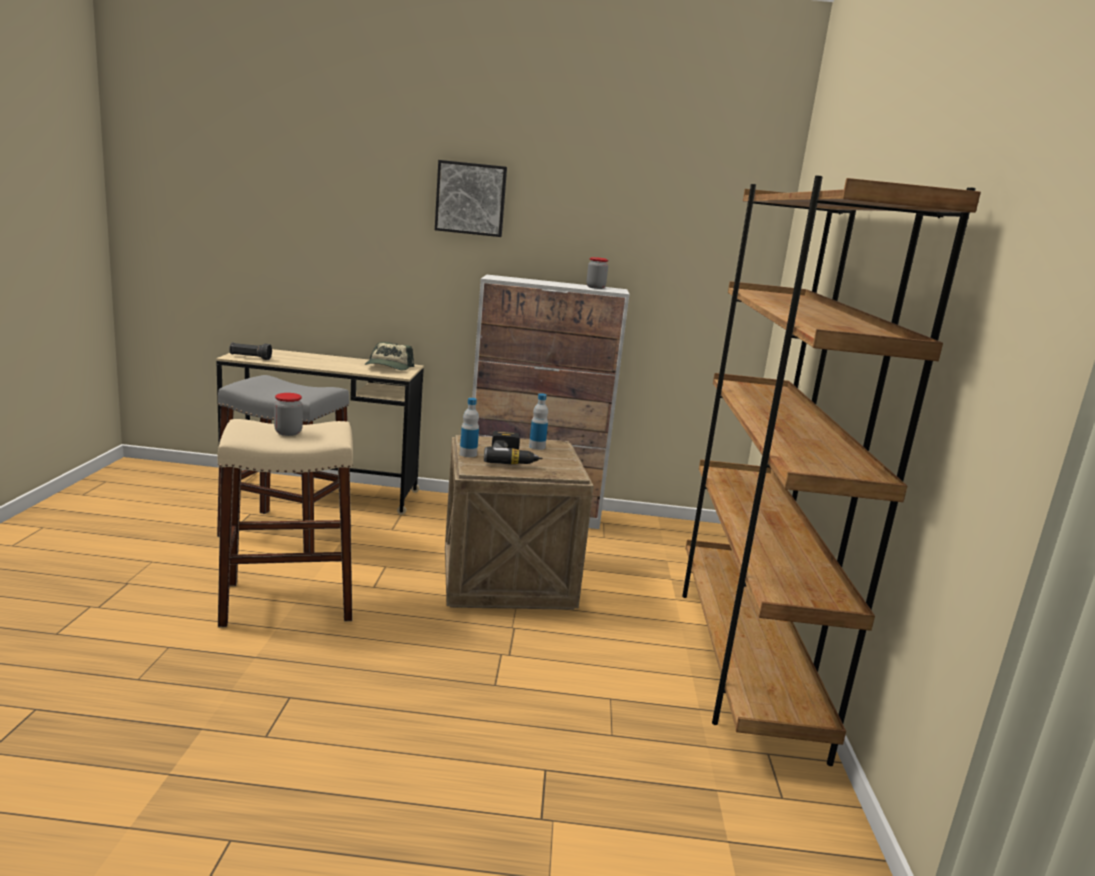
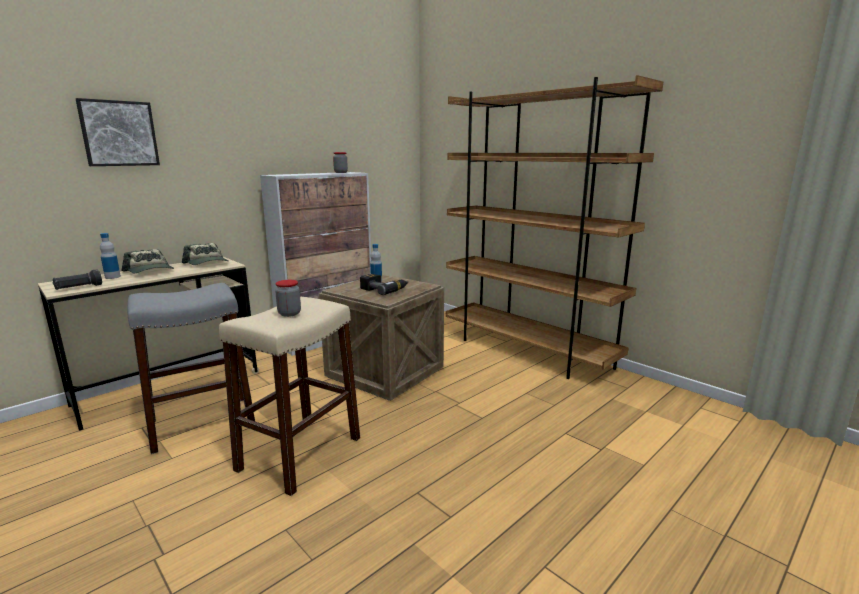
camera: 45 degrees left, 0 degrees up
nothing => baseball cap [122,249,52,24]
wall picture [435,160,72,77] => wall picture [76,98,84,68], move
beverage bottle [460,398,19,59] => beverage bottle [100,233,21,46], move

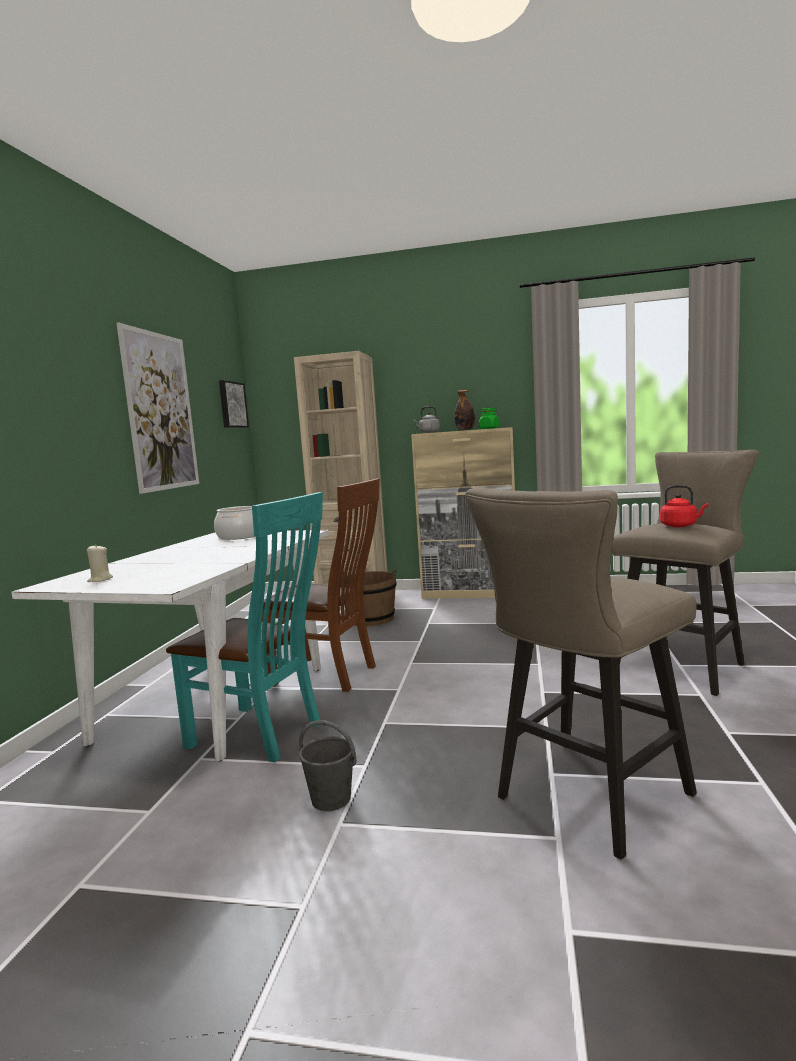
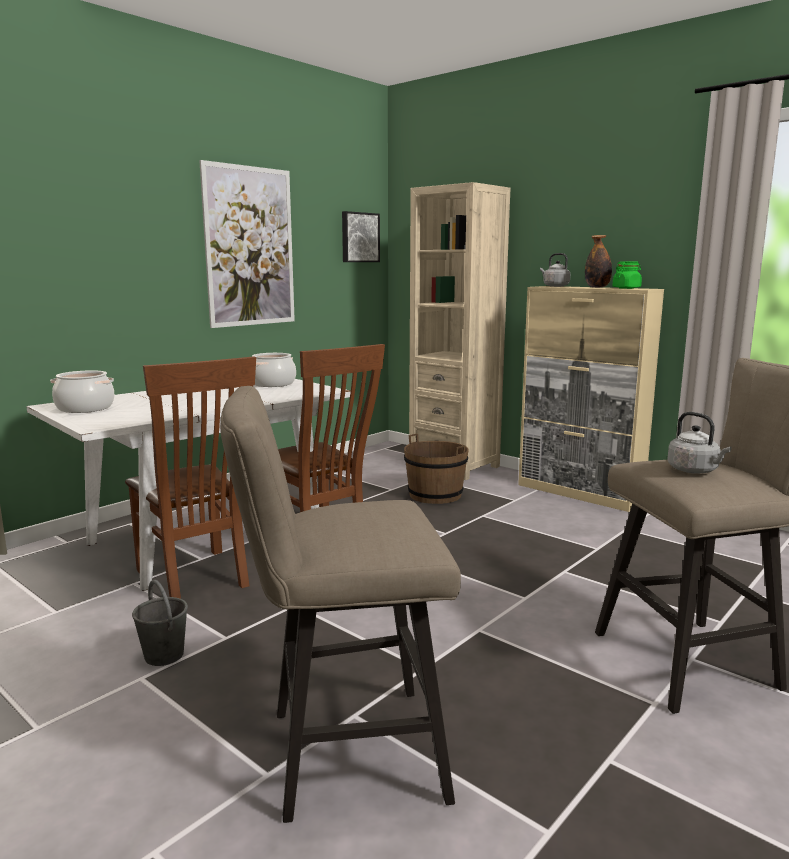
camera: 30 degrees right, 5 degrees up
wax candle in sand-coloured [87,544,26,38] => stockpot [50,370,64,43]
upright chair in blue-green [166,492,157,270] => upright chair in brown [125,356,131,243]
tea kettle in red-coloured [660,485,48,42] => tea kettle in greyish [667,412,64,62]

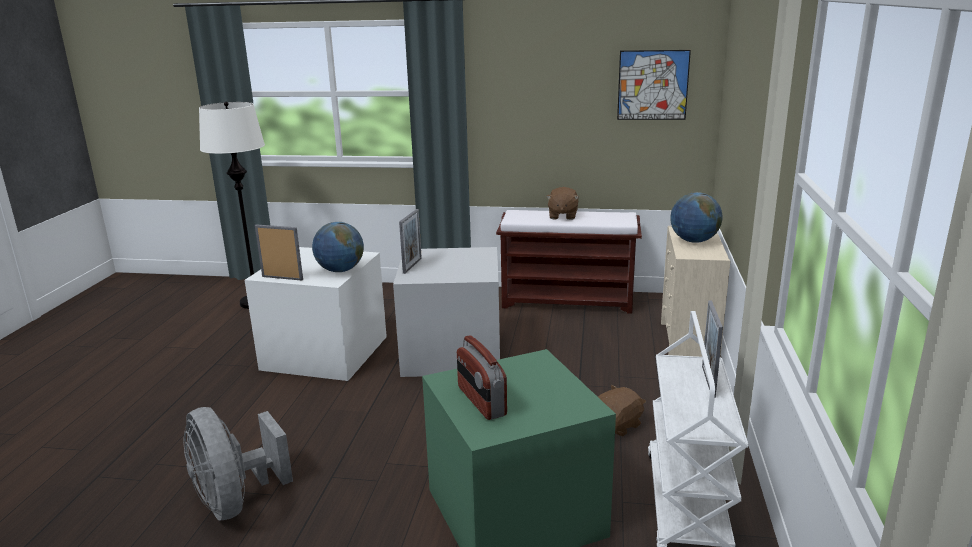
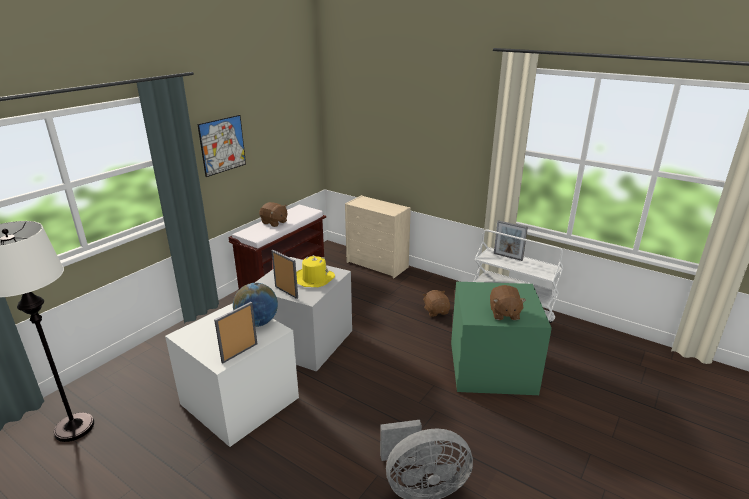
camera: 65 degrees left, 5 degrees up
world globe [670,192,52,51] => nothing
nothing => clothing hat in yellow-coloured [296,255,39,32]
wall picture [617,50,74,70] => wall picture [197,115,49,62], move
radio receiver [457,335,50,85] => plush toy in brown [490,285,36,35]

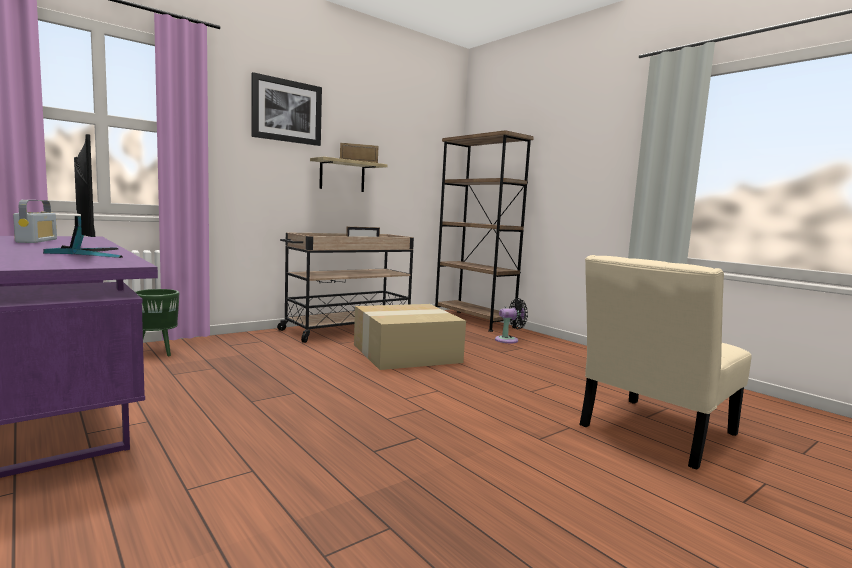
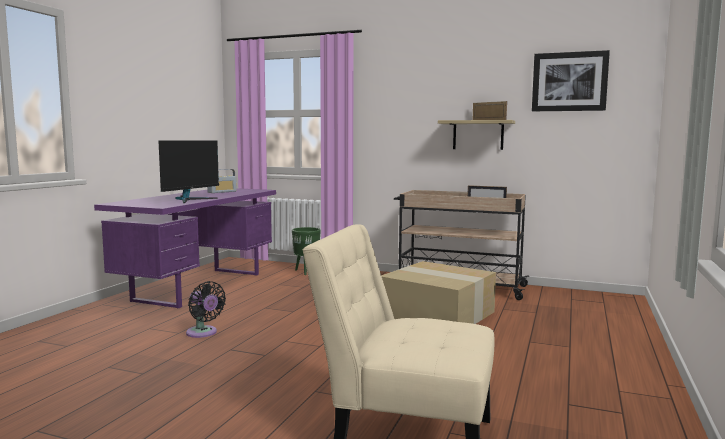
camera: 60 degrees right, 0 degrees up
shelving unit in brown [435,130,99,202] => nothing
wall picture [251,72,71,74] => wall picture [532,50,78,61], move
electric fan in blackish [495,298,33,45] => electric fan in blackish [186,281,40,57], move

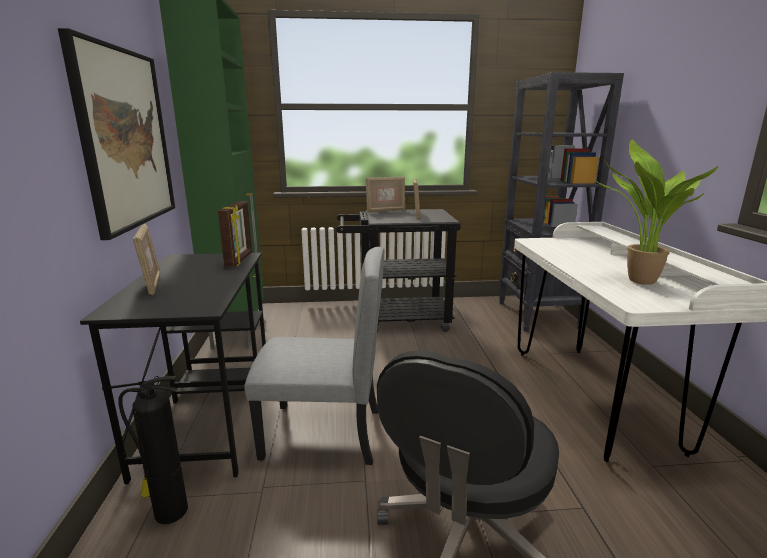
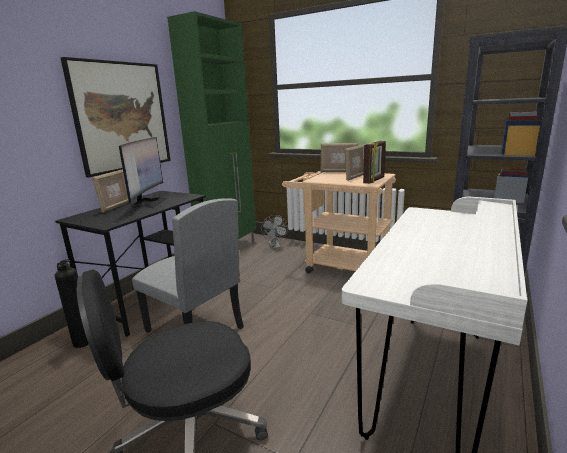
camera: 35 degrees right, 0 degrees up
plant in a pot [594,140,124,145] => nothing
nothing => computer display [119,137,48,72]
nothing => electric fan in greyish [261,215,27,34]
standing frame [218,201,34,66] => standing frame [363,141,23,43], move
cart in blackish [336,209,125,124] => cart in sand-coloured [282,171,114,102]

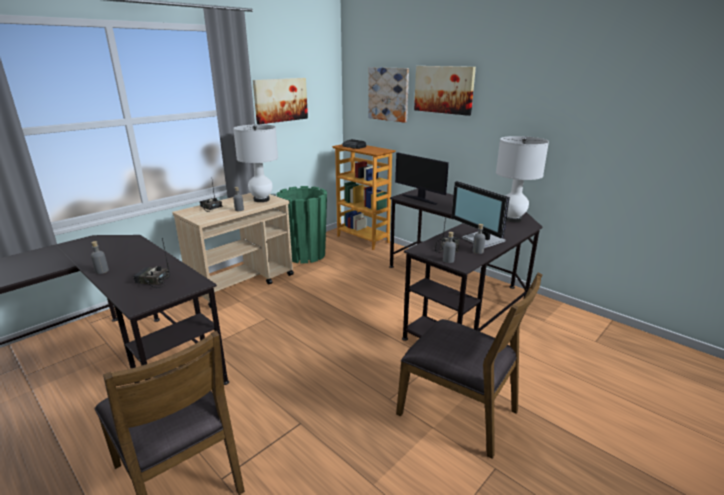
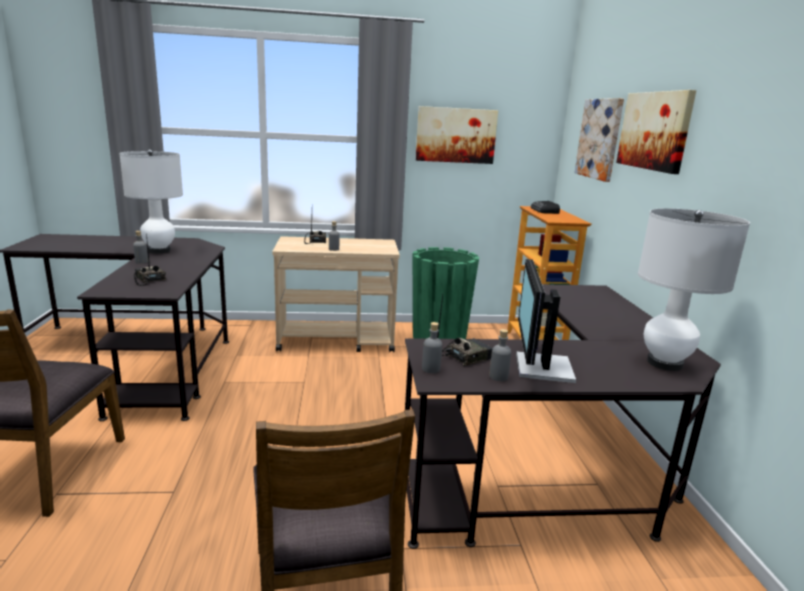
camera: 40 degrees right, 5 degrees down
computer display [395,152,54,53] => nothing
lamp for a table in whitish [233,124,45,78] => lamp for a table in whitish [119,149,64,104], move

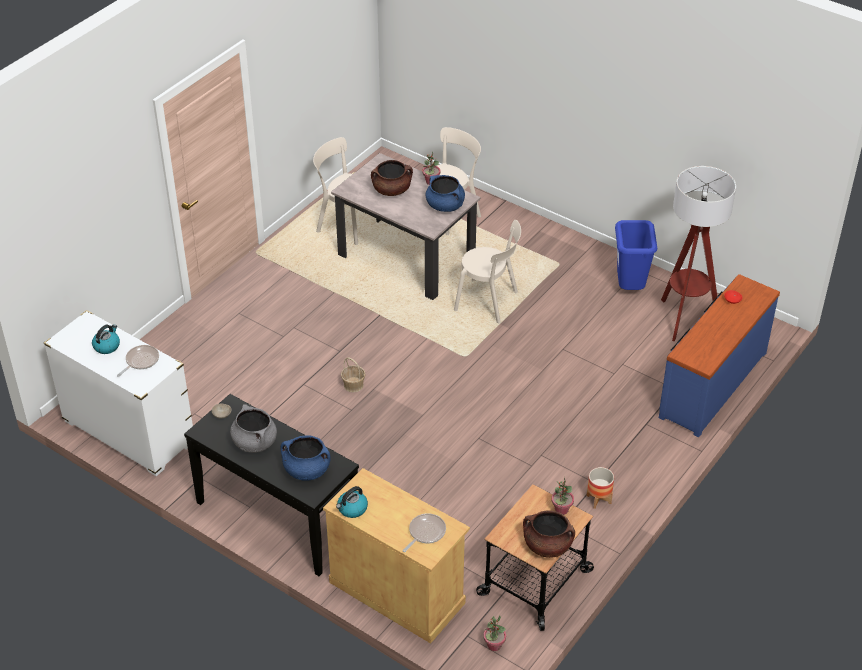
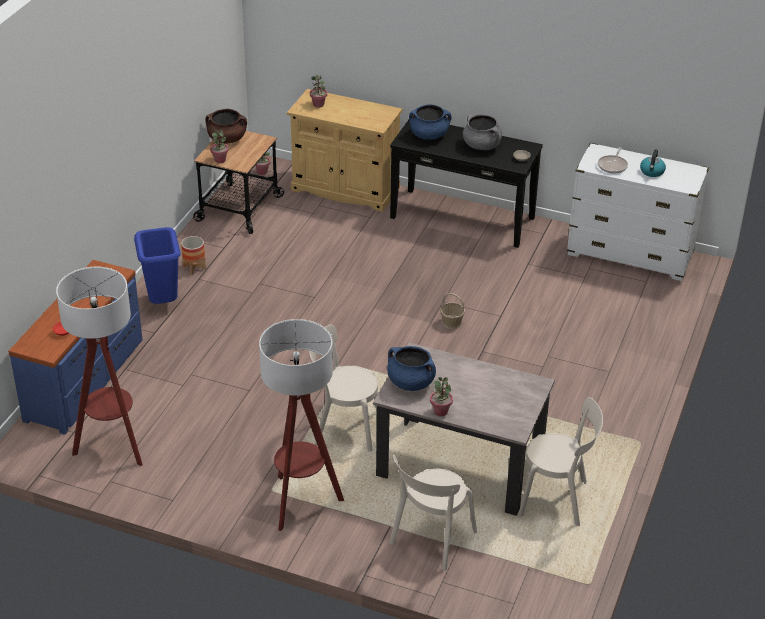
camera: 165 degrees right, 5 degrees down
tea kettle [336,486,32,32] => nothing
stockpot in brown [371,160,42,36] => nothing
nothing => floor lamp [259,319,85,212]
rubbish bin in bluish [615,220,42,70] => rubbish bin in bluish [134,227,47,77], move
pan [403,513,43,39] => plant in a pot [310,75,17,33]

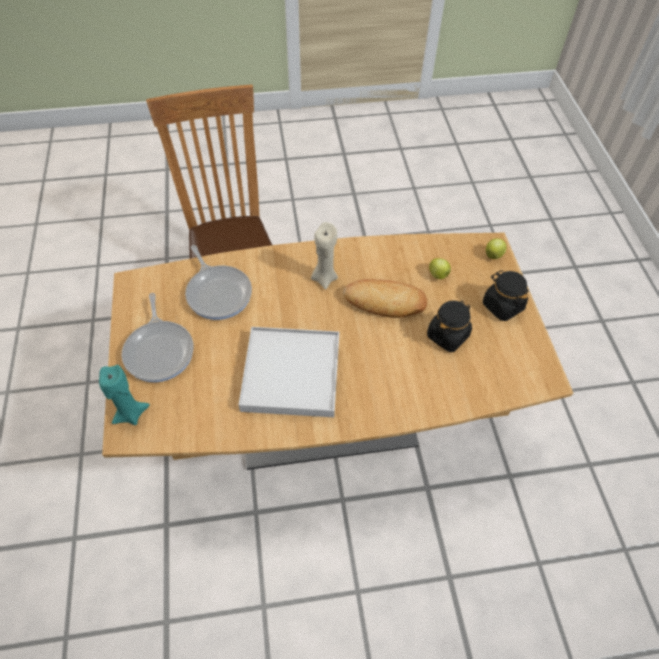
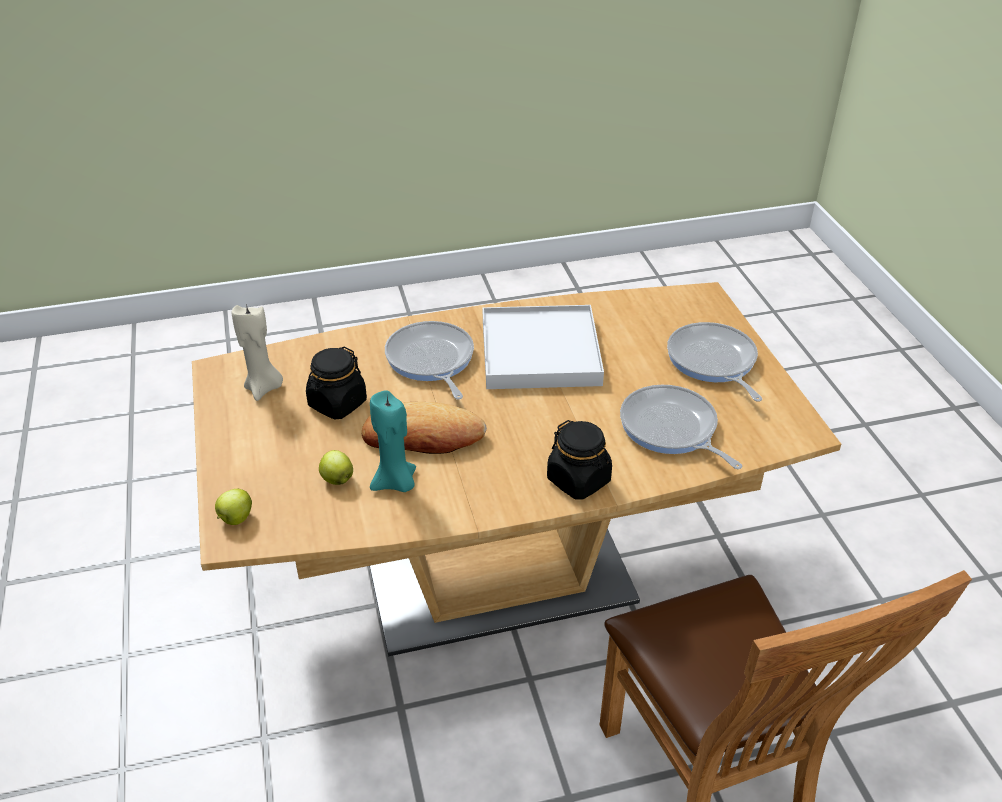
camera: 175 degrees right, 15 degrees down
nothing => pan [385,321,89,78]
wax candle in blue-green [99,365,51,60] => wax candle in blue-green [370,390,46,102], move
wax candle in sand-coloured [311,222,27,68] => wax candle in sand-coloured [232,304,51,97], move
jar in blackish [483,270,46,51] => jar in blackish [547,420,65,80], move

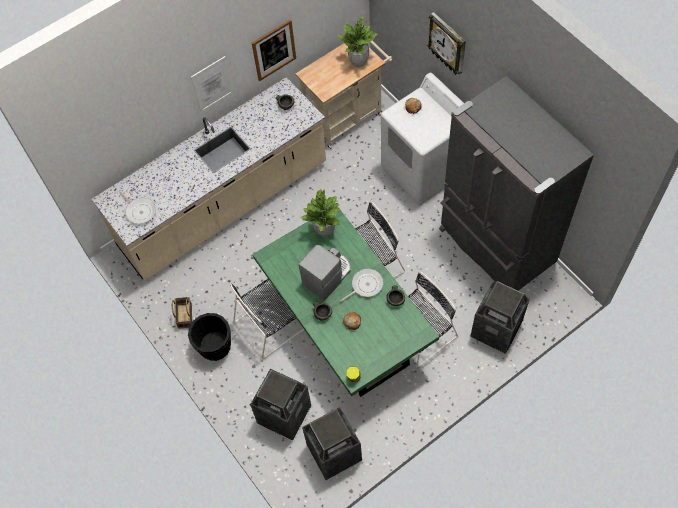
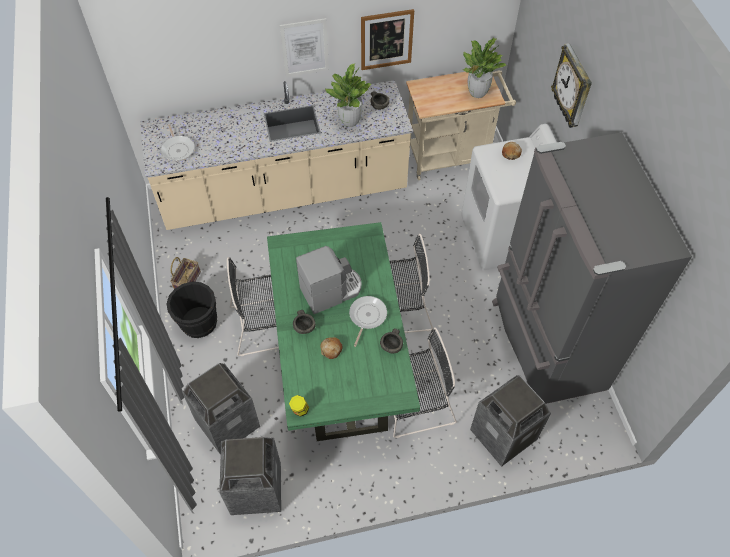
camera: 20 degrees right, 5 degrees down
plant in a pot [301,189,39,48] => plant in a pot [325,63,47,64], move
pan [340,269,43,33] => pan [349,296,38,51], 60 degrees counterclockwise

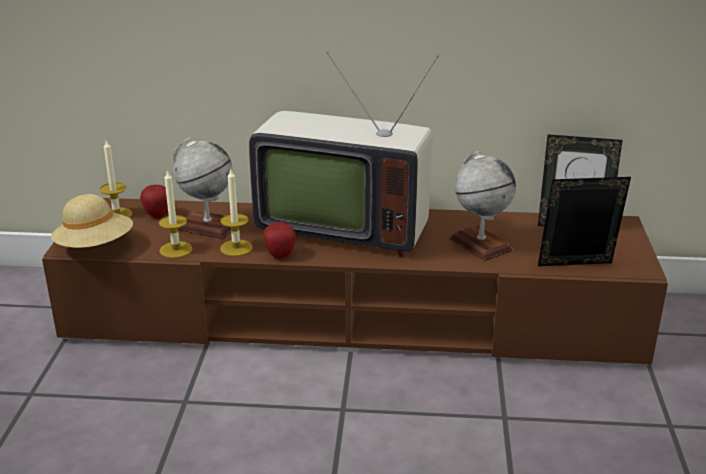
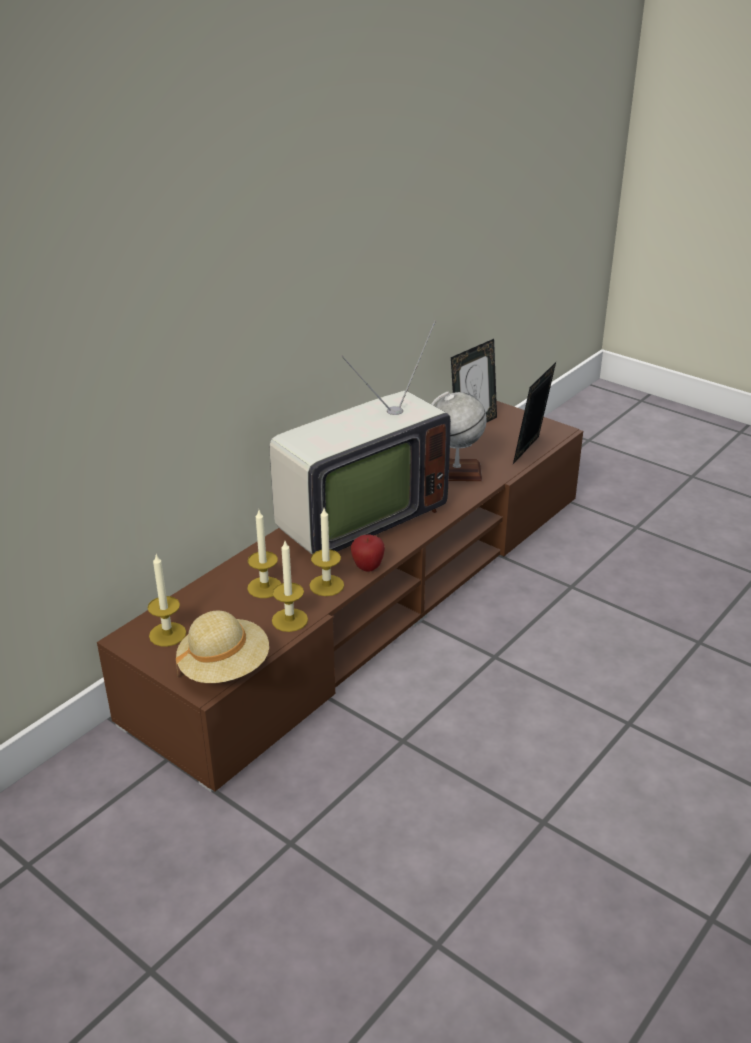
camera: 55 degrees left, 5 degrees up
apple fruit [140,185,28,33] => nothing
world globe [172,138,60,101] => wax candle [247,510,34,88]

